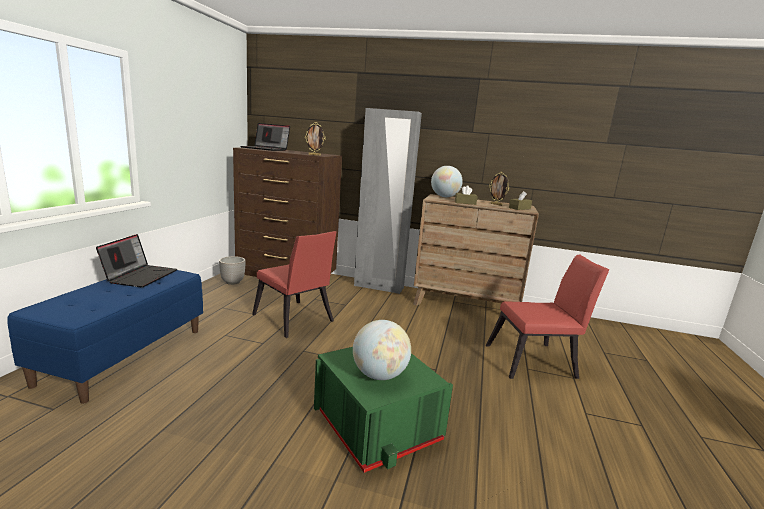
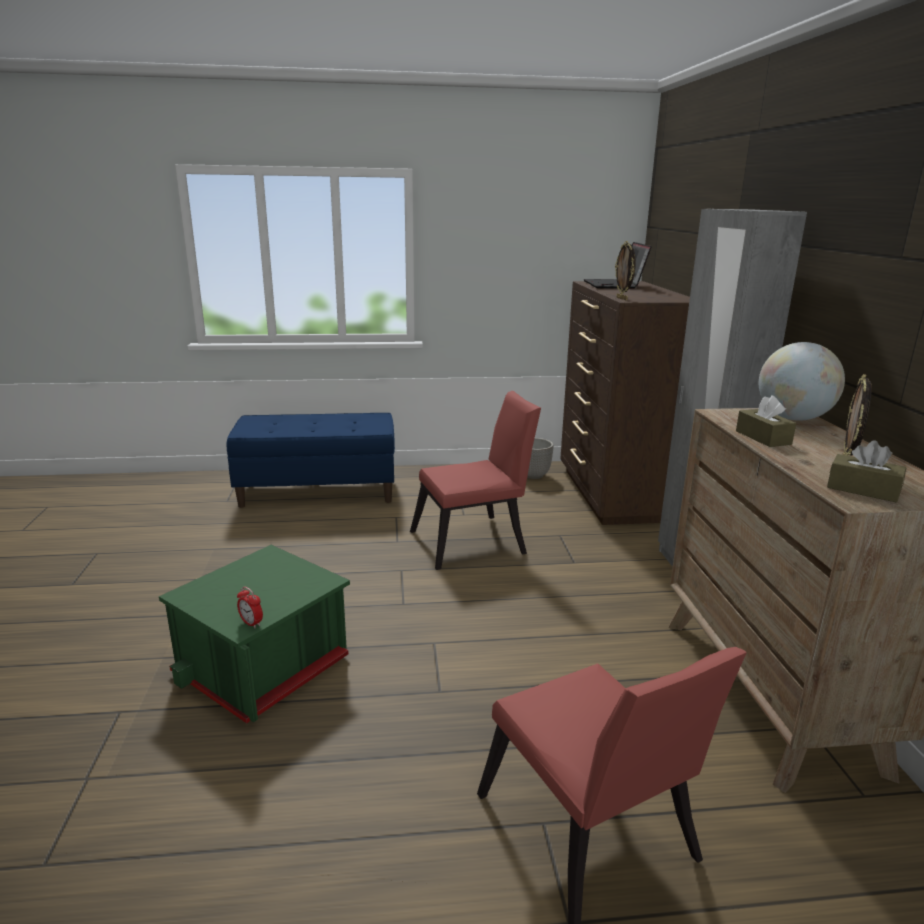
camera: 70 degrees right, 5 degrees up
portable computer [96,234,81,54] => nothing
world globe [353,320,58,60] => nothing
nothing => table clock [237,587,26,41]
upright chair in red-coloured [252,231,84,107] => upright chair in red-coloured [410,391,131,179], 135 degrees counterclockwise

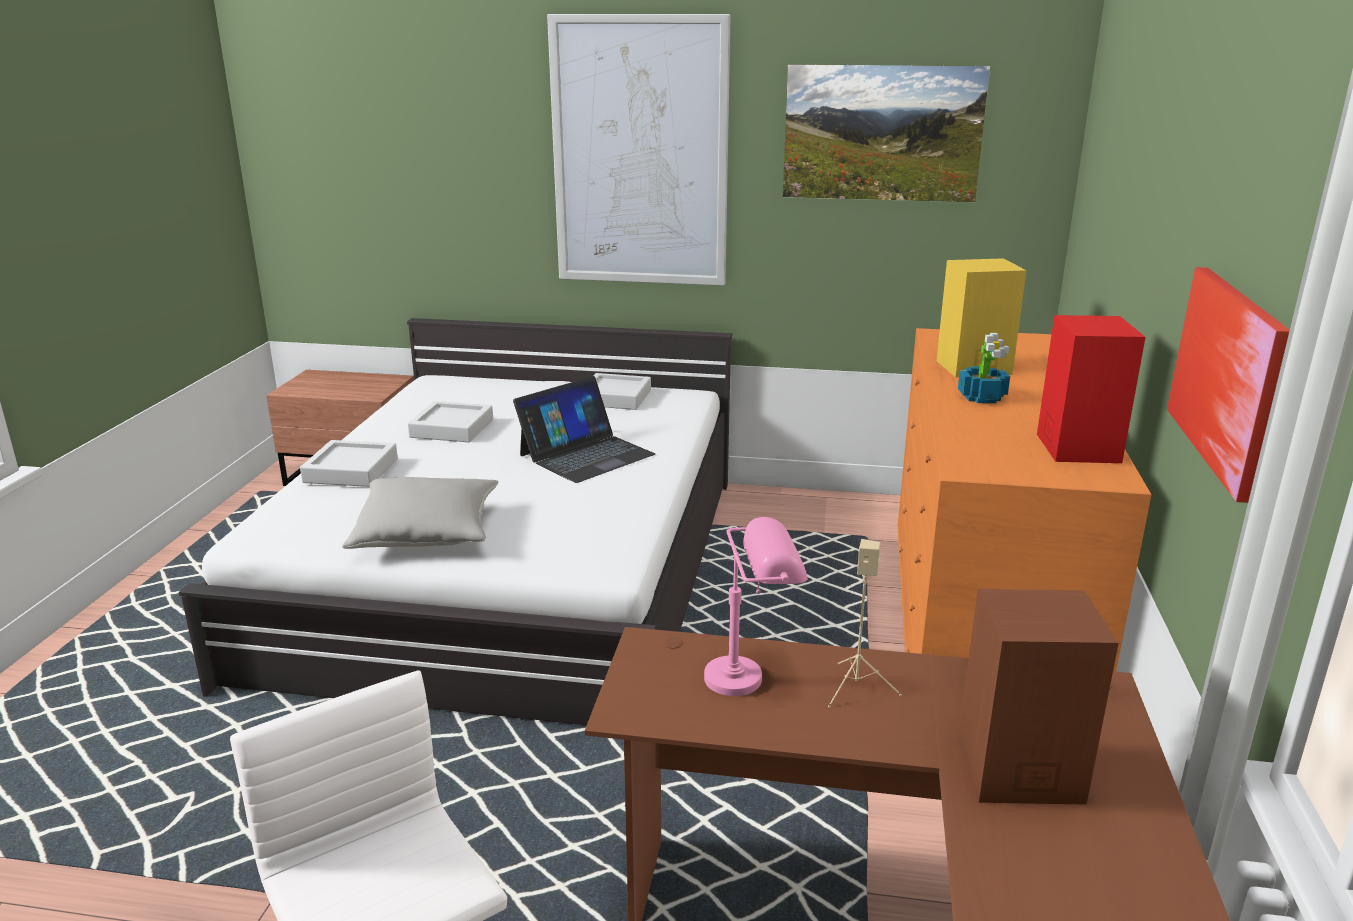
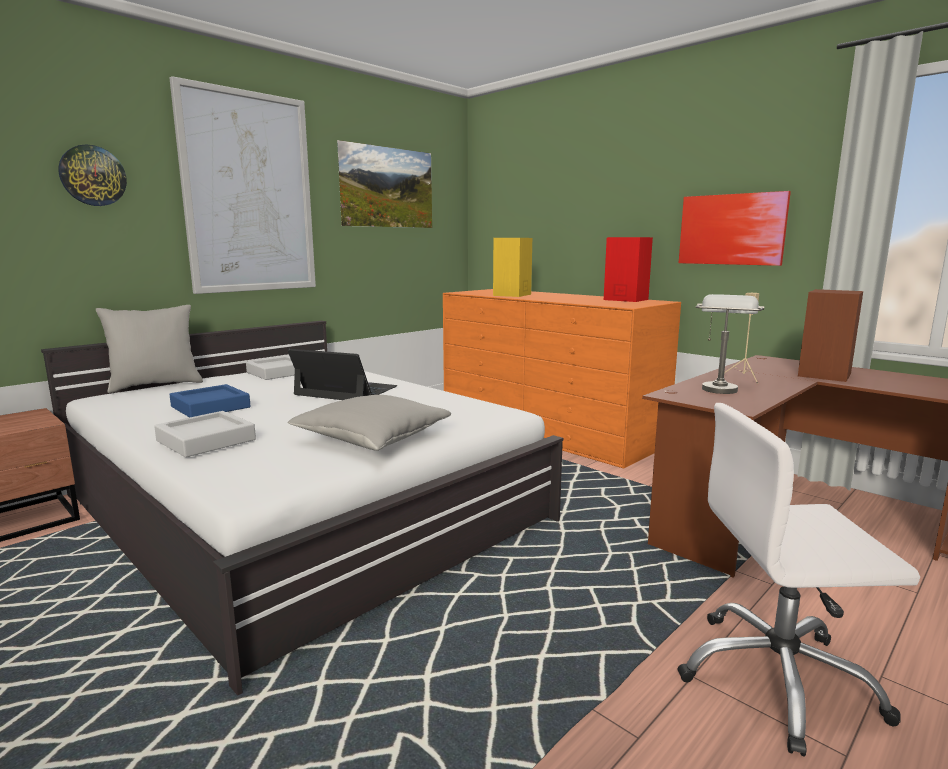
camera: 55 degrees left, 10 degrees down
plant in a pot [958,333,52,70] => nothing
nothing => hanging clock [58,144,69,62]
nothing => cushion in greyish [96,305,107,88]
carrying tray in greyish [408,401,85,41] => carrying tray in bluish [169,384,82,34]
lamp for a table in pink-coloured [704,517,104,179] => lamp for a table in greyish [696,294,68,100]
portable computer [513,376,142,107] => portable computer [288,349,110,51], 60 degrees counterclockwise

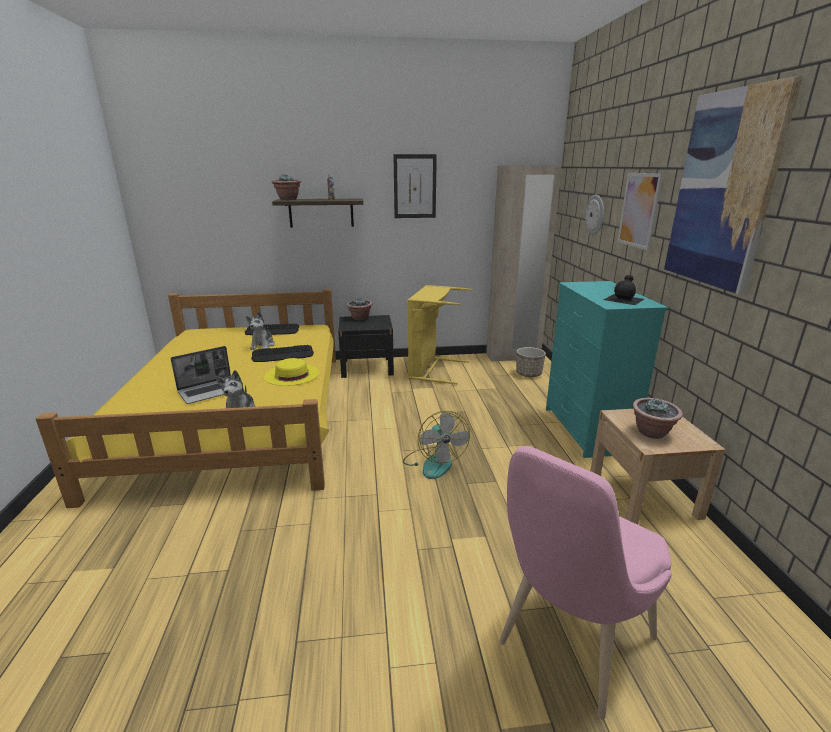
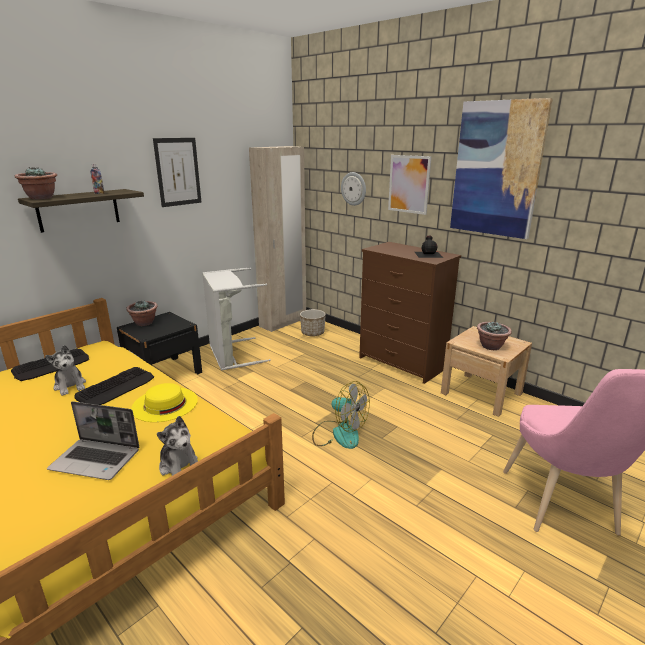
camera: 40 degrees left, 0 degrees up
washing basket in yellow-coloured [408,285,65,99] => washing basket in greyish [202,268,69,103]
drawer chest in blue-green [546,281,122,177] => drawer chest in brown [359,242,102,142]
portable computer [171,346,60,58] => portable computer [47,401,93,79], 90 degrees clockwise

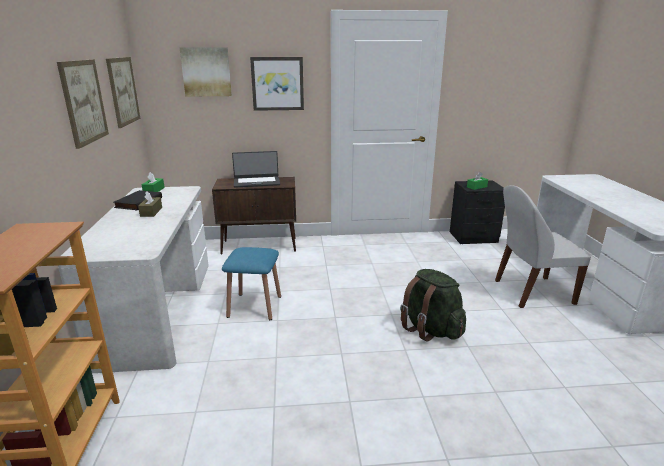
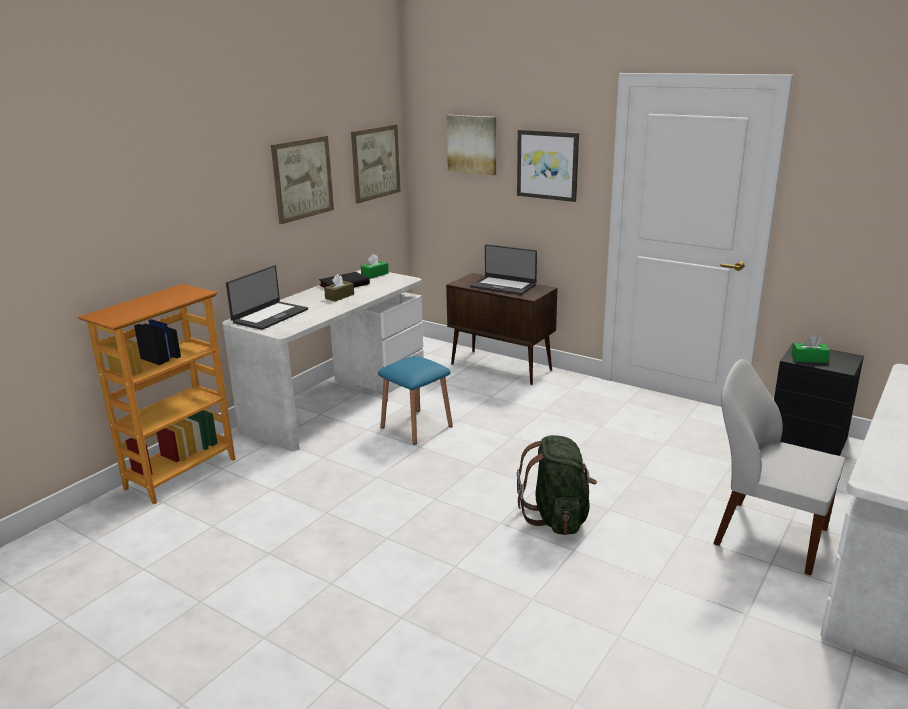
camera: 40 degrees right, 0 degrees up
nothing => portable computer [226,265,82,65]

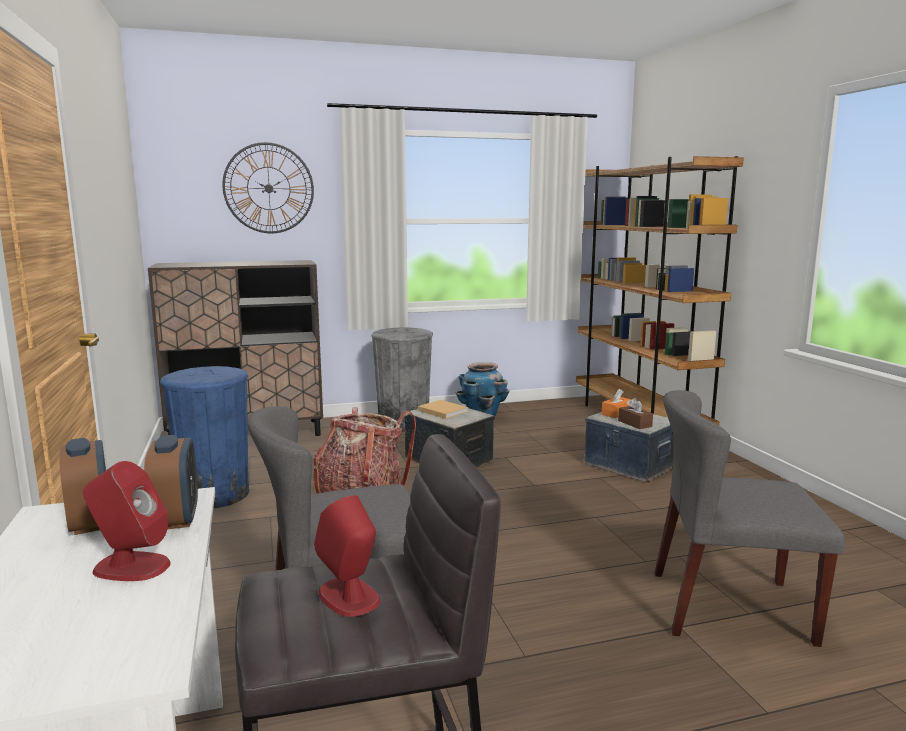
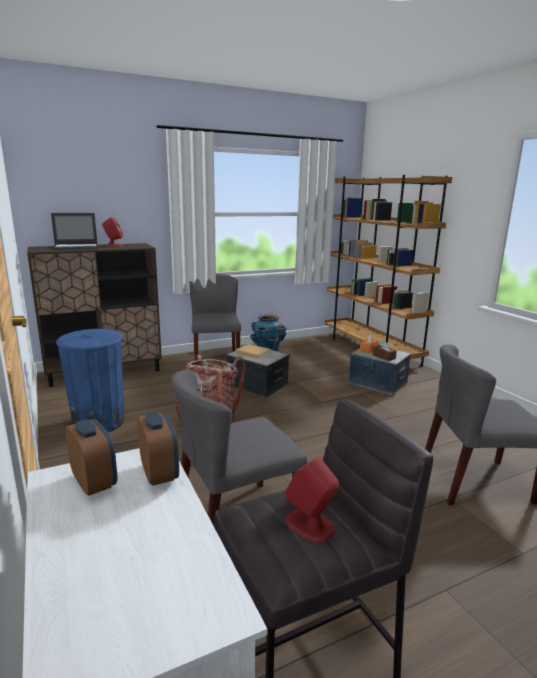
camera: 10 degrees left, 5 degrees up
hanging clock [222,142,92,92] => nothing
nothing => portable computer [51,213,47,37]
loudspeaker in red-coloured [83,461,88,120] => loudspeaker in red-coloured [102,217,22,29], move
rubbish bin in greyish [371,327,62,105] => upright chair in greyish [189,274,52,87]

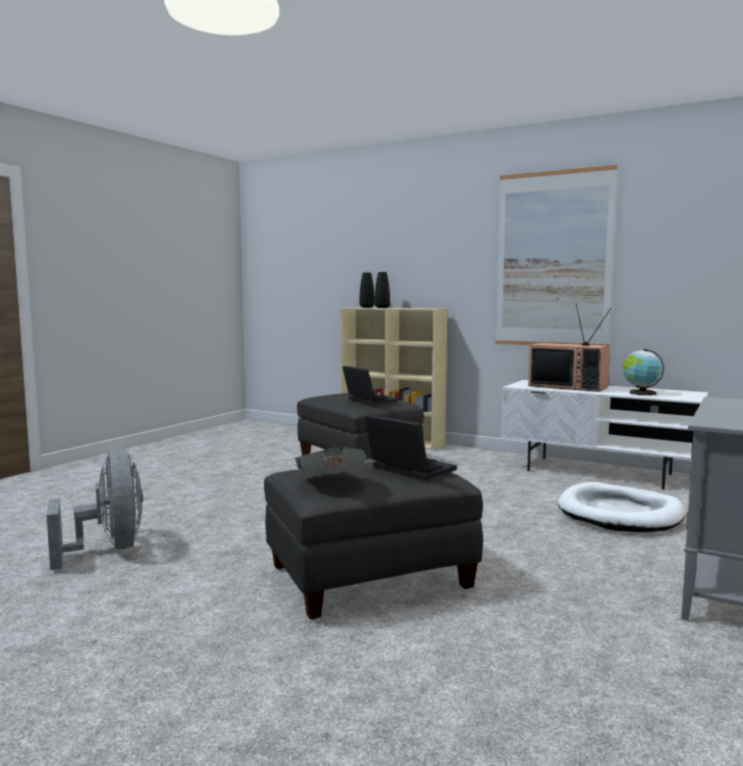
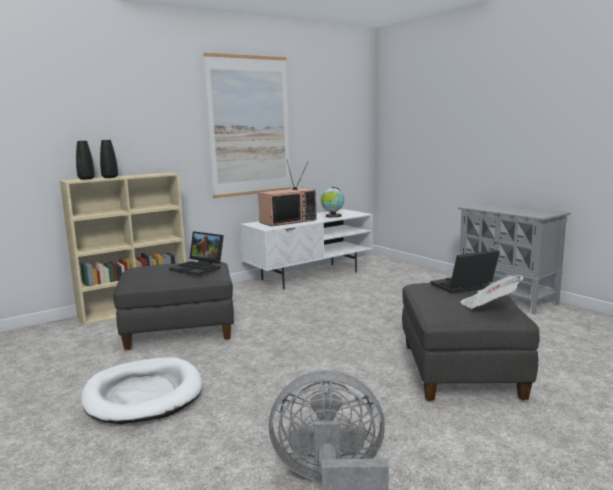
camera: 65 degrees left, 5 degrees up
pet bed in whitish [558,482,127,50] => pet bed in whitish [81,358,122,66], move
portable computer [342,366,56,39] => portable computer [169,231,55,45], 135 degrees counterclockwise

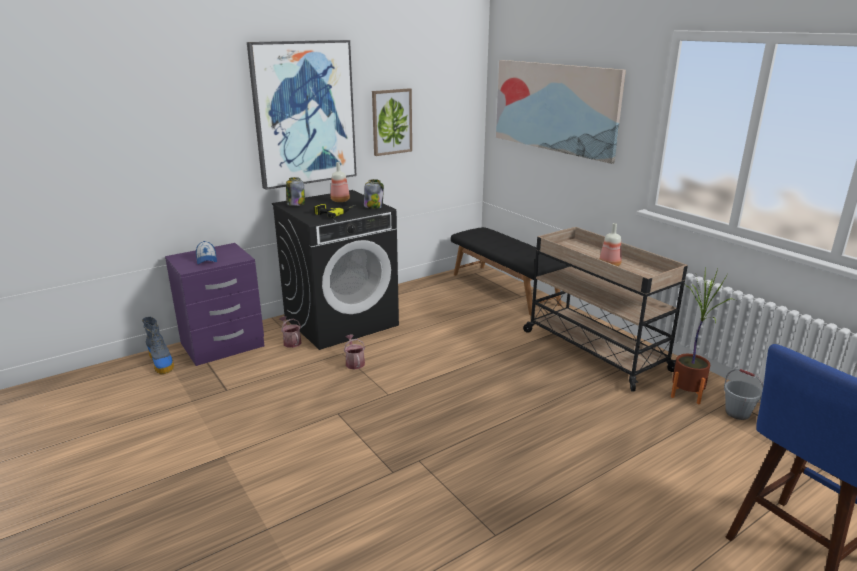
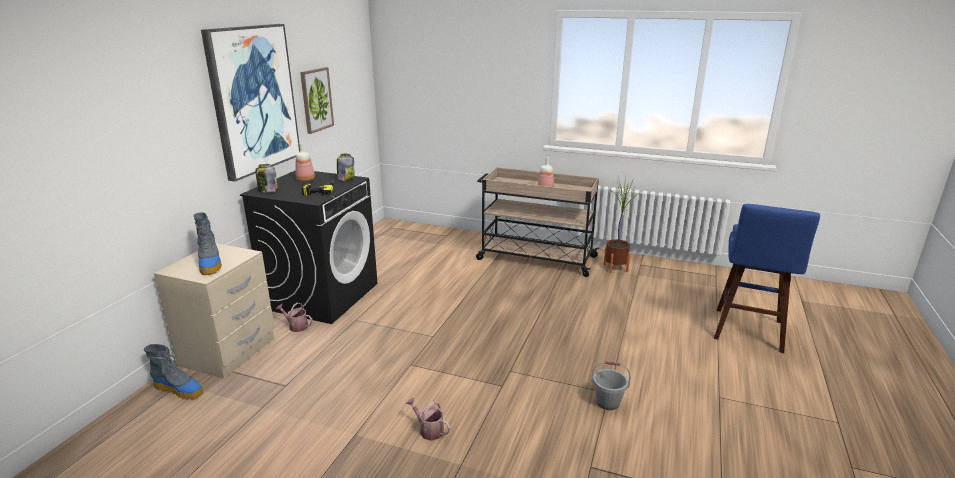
camera: 35 degrees left, 0 degrees up
long seat in blackish [451,227,118,89] => nothing
wall picture [496,60,130,104] => nothing
watering can [344,334,21,36] => watering can [405,397,45,44], move
pail in greyish [724,369,39,51] => pail in greyish [591,361,40,49], move
baseball cap [196,241,21,23] => boot [193,212,29,63]
nightstand in purple-coloured [165,243,99,123] => nightstand in sand-coloured [154,243,121,135]

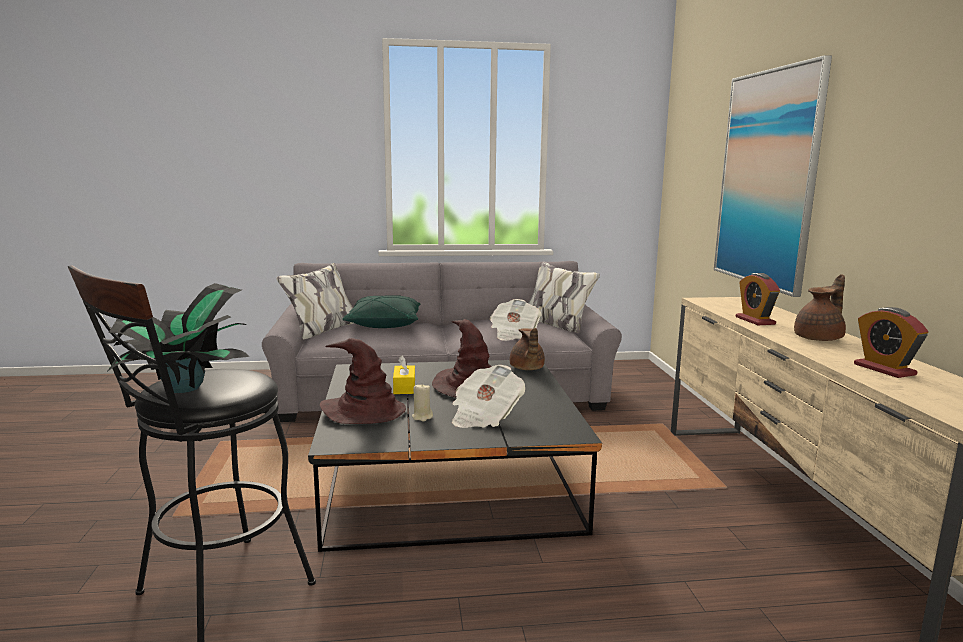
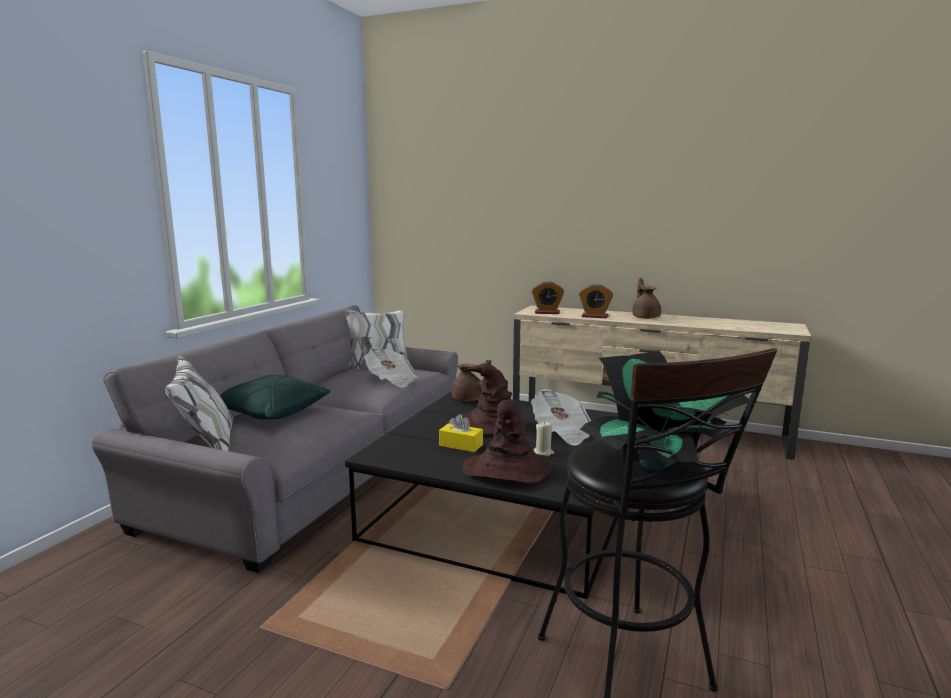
camera: 60 degrees left, 0 degrees up
wall picture [714,55,118,242] => nothing
table clock [854,307,74,71] => table clock [532,281,32,33], move

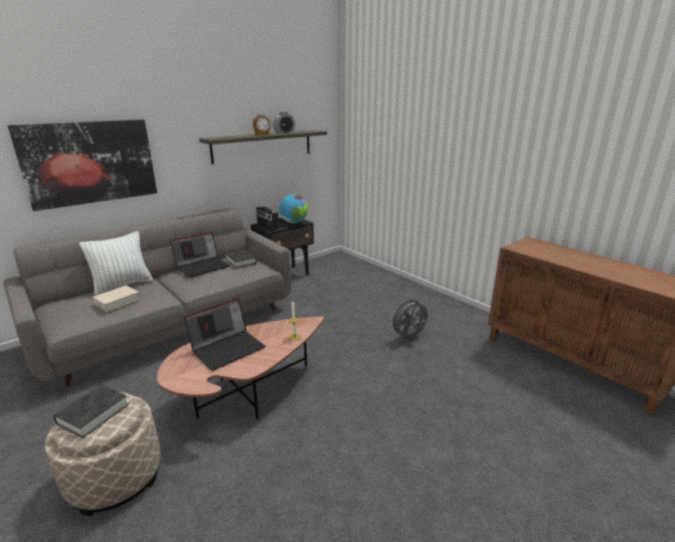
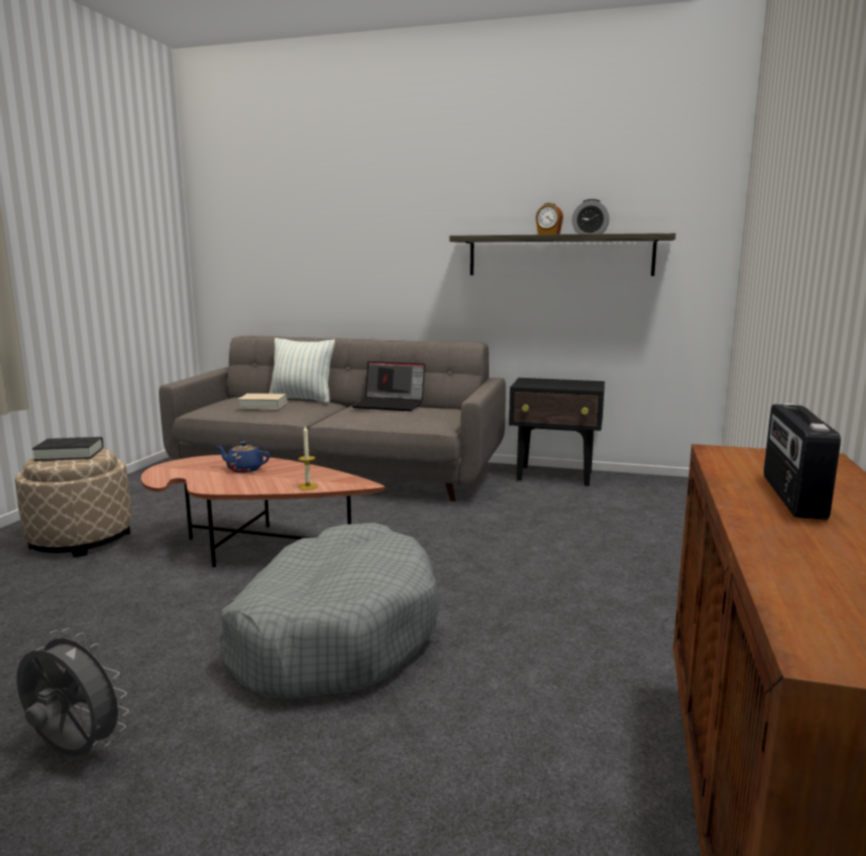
camera: 55 degrees right, 10 degrees down
wall picture [8,119,149,92] => nothing
book in blackish [225,249,32,19] => nothing
world globe [279,194,29,29] => nothing
nothing => pet bed in greyish [219,523,220,175]
radio receiver [256,206,23,25] => radio receiver [764,403,77,117], move
electric fan in greyish [389,297,39,41] => electric fan in greyish [17,628,112,128], move
portable computer [184,298,81,73] => teapot in bluish [216,442,54,31]

